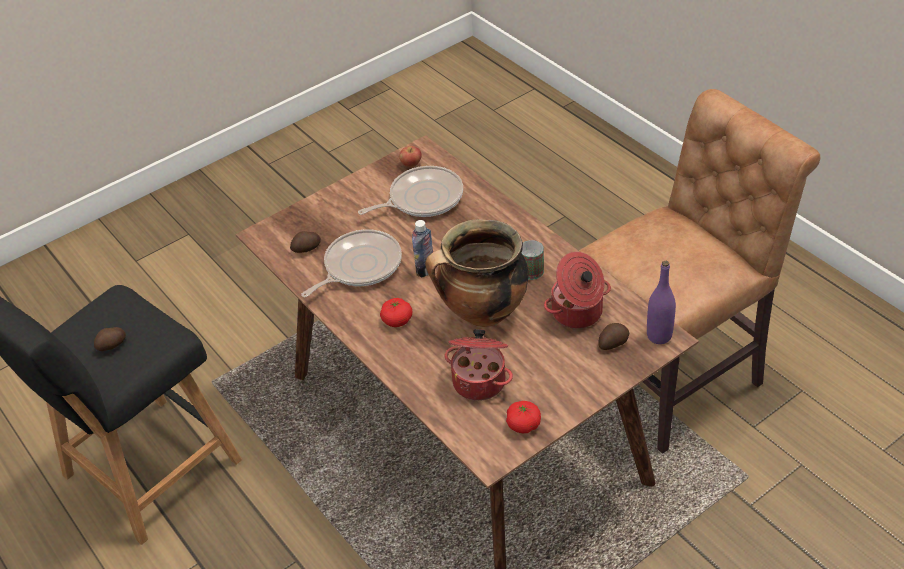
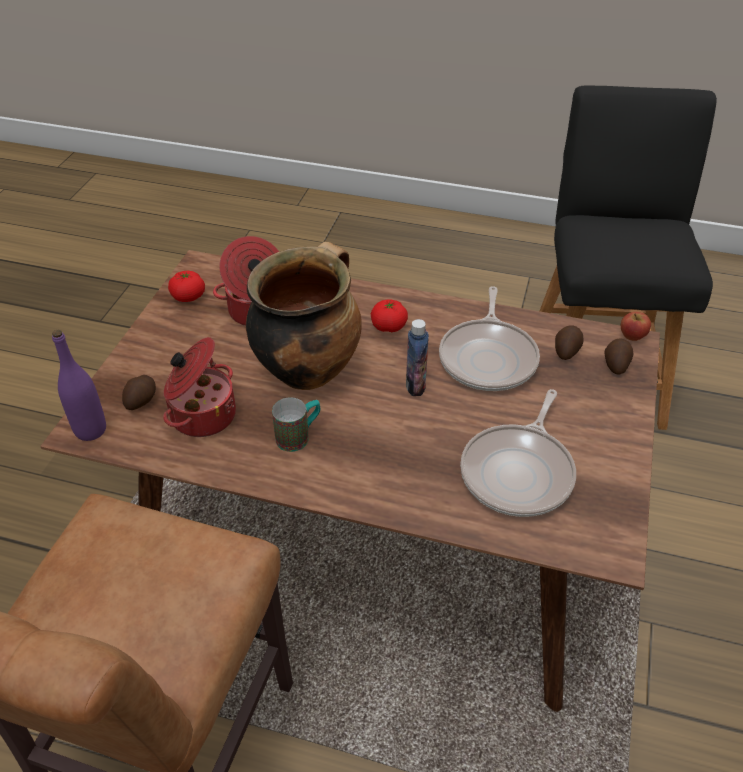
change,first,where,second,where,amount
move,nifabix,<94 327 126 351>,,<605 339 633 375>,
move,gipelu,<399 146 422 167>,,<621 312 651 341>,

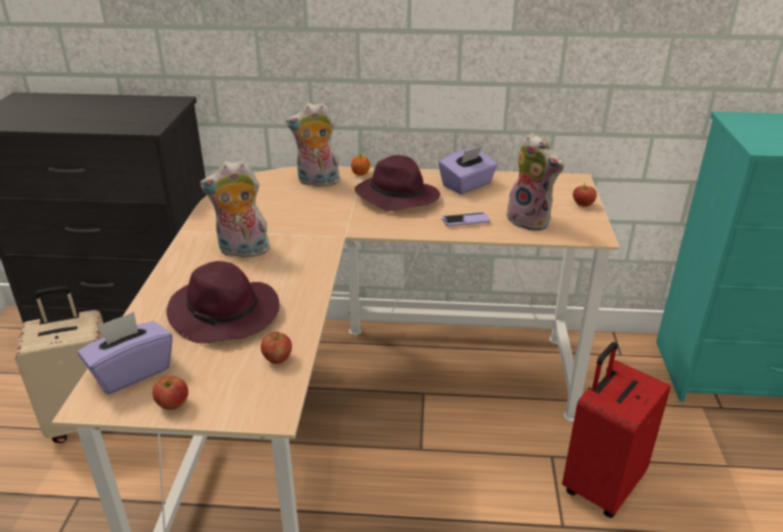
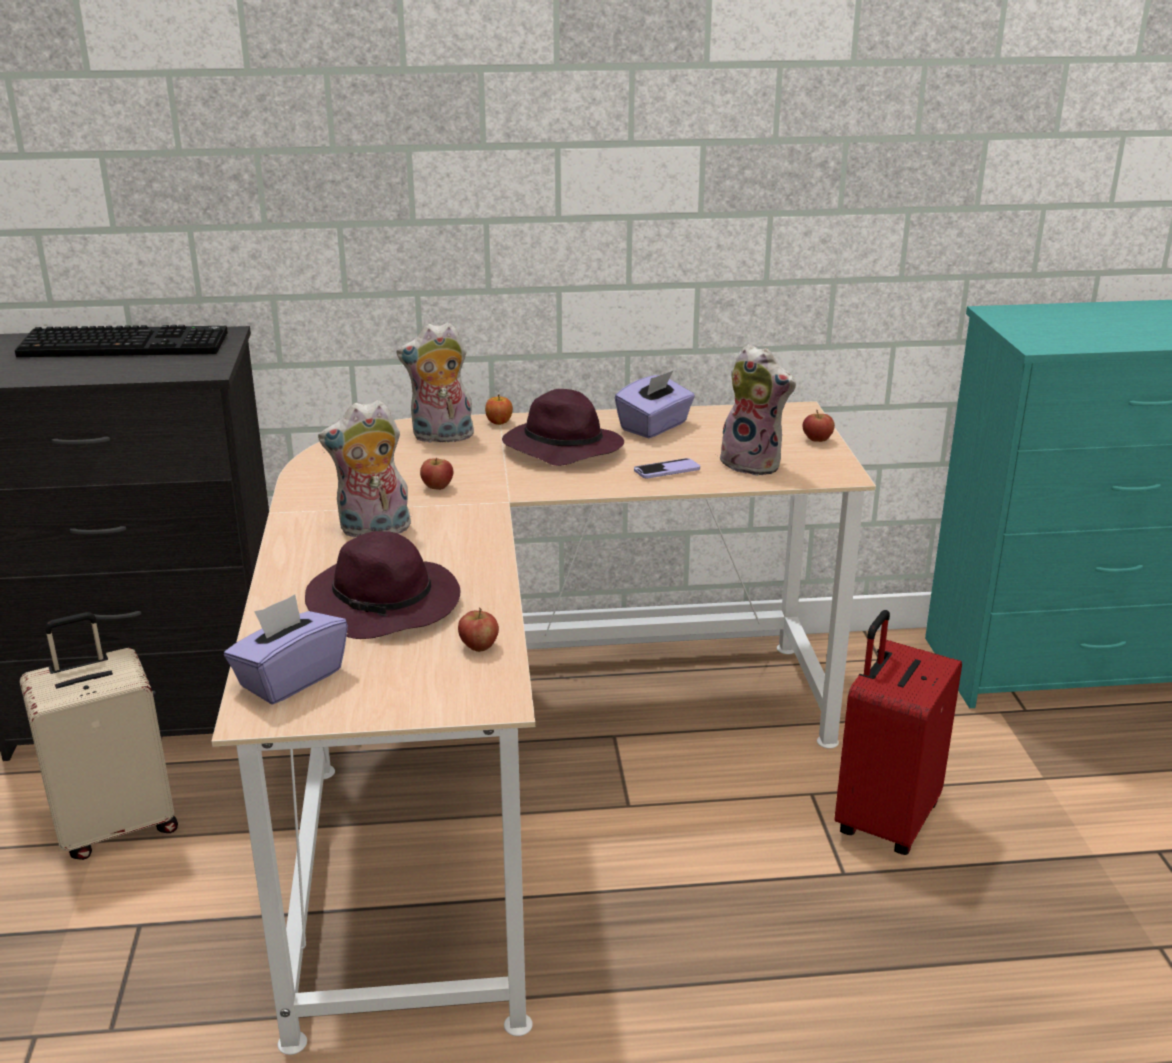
change,first,where,second,where,amount
move,gipelu,<152 376 188 410>,,<420 458 453 490>,
insert,,,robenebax,<15 325 228 357>,

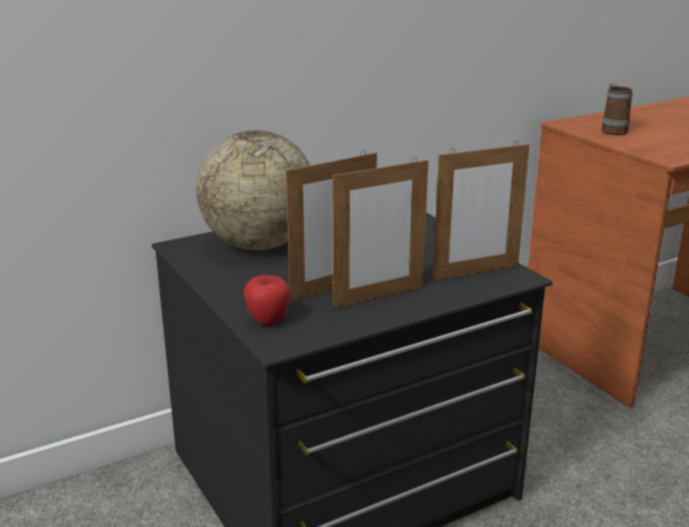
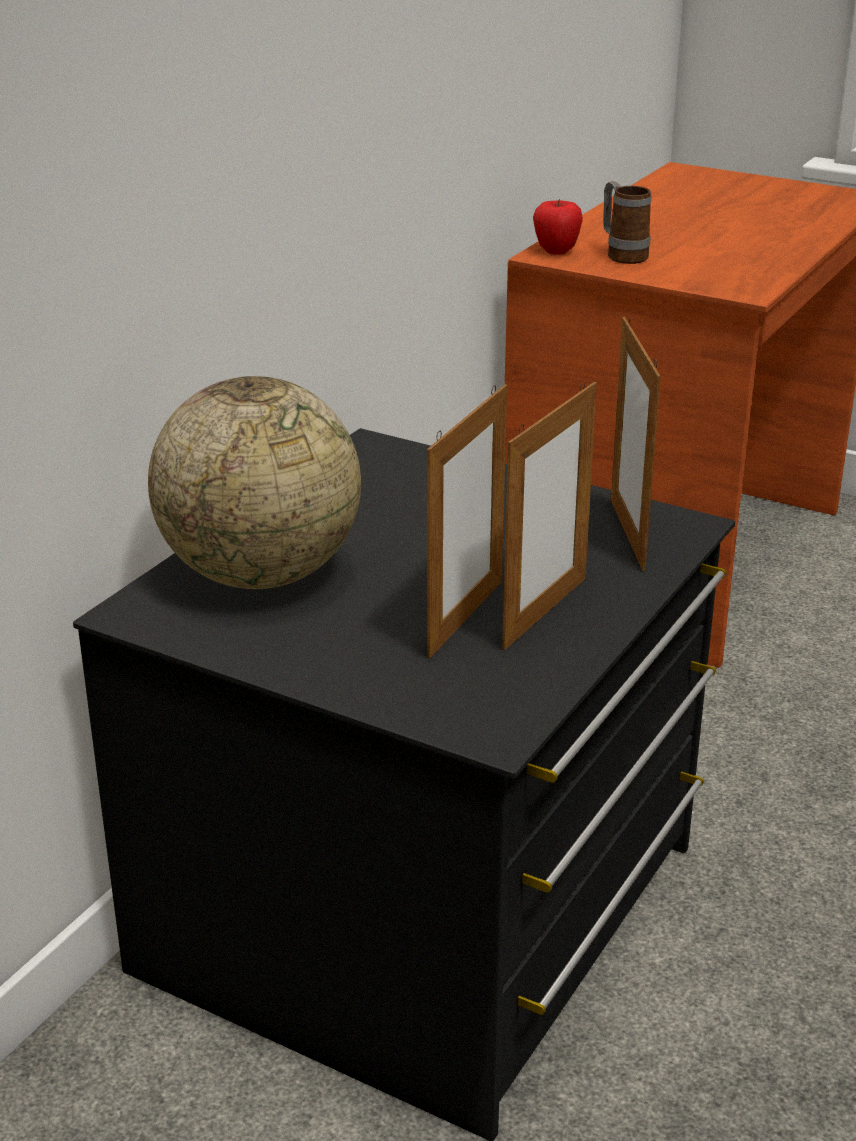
change,first,where,second,where,amount
move,gipelu,<243 275 291 326>,,<533 199 583 255>,
rotate,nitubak,<433 141 529 280>,,<611 317 661 571>,135 degrees clockwise

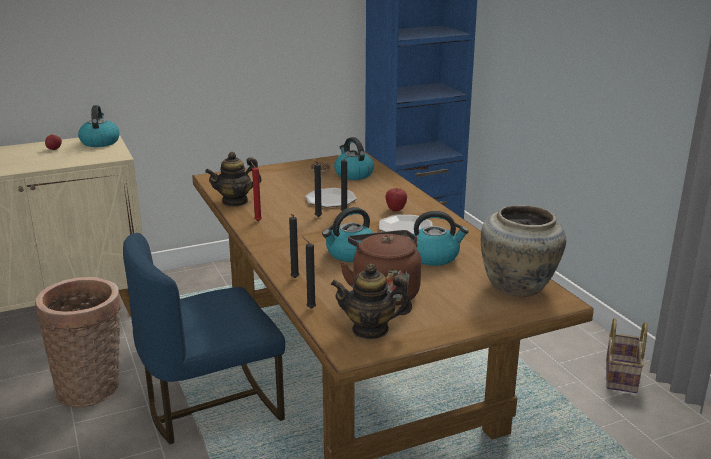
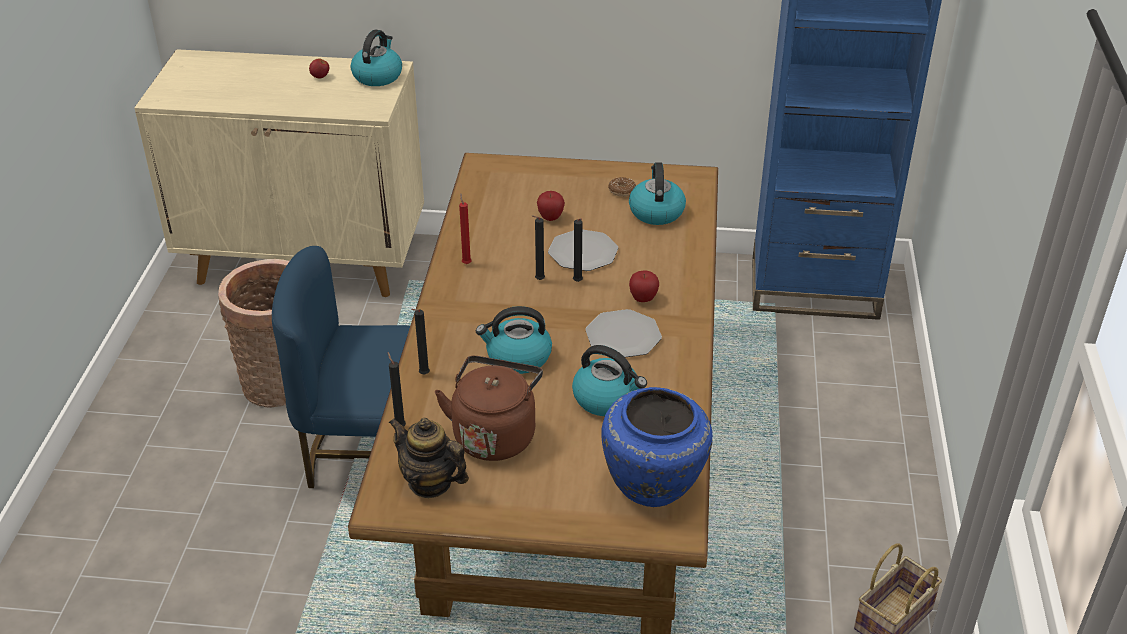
change,first,where,second,where,amount
delete,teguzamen,<205 152 262 206>,,,
recolor,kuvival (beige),<481 205 566 297>,kuvival (blue),<602 387 713 507>,
insert,,,gipelu,<537 191 565 221>,

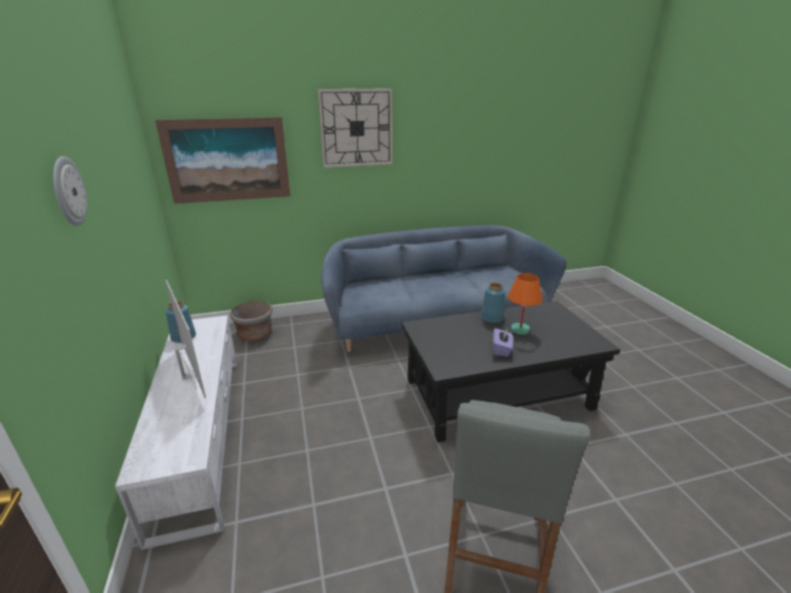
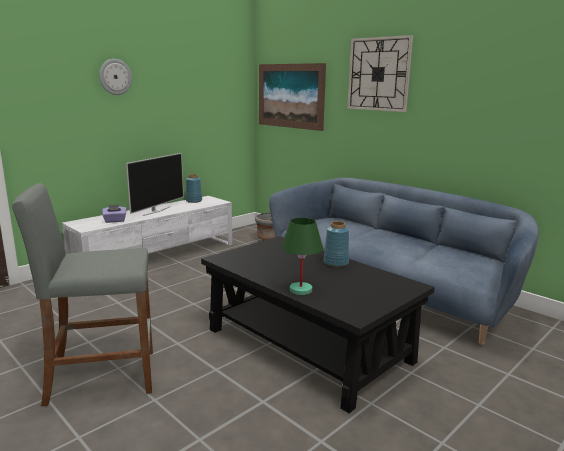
change,first,where,second,where,amount
move,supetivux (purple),<493 328 513 357>,,<102 205 126 223>,
delete,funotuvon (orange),<508 273 543 335>,,,
insert,,,funotuvon (green),<281 218 323 295>,

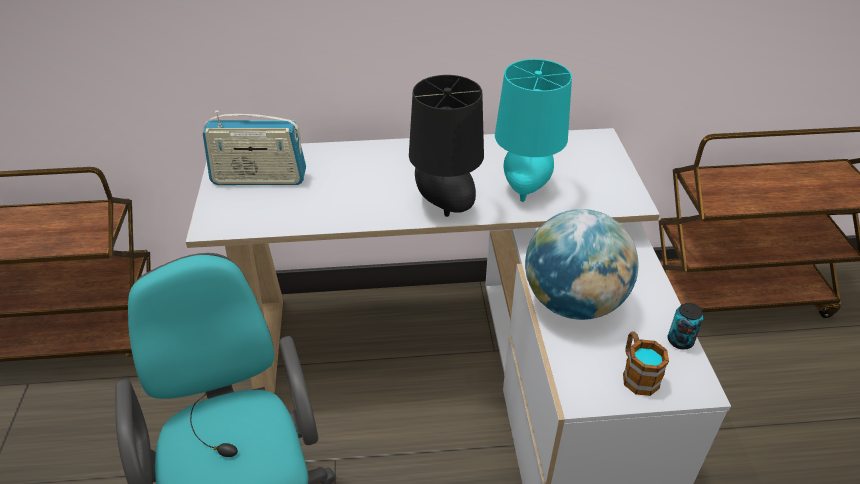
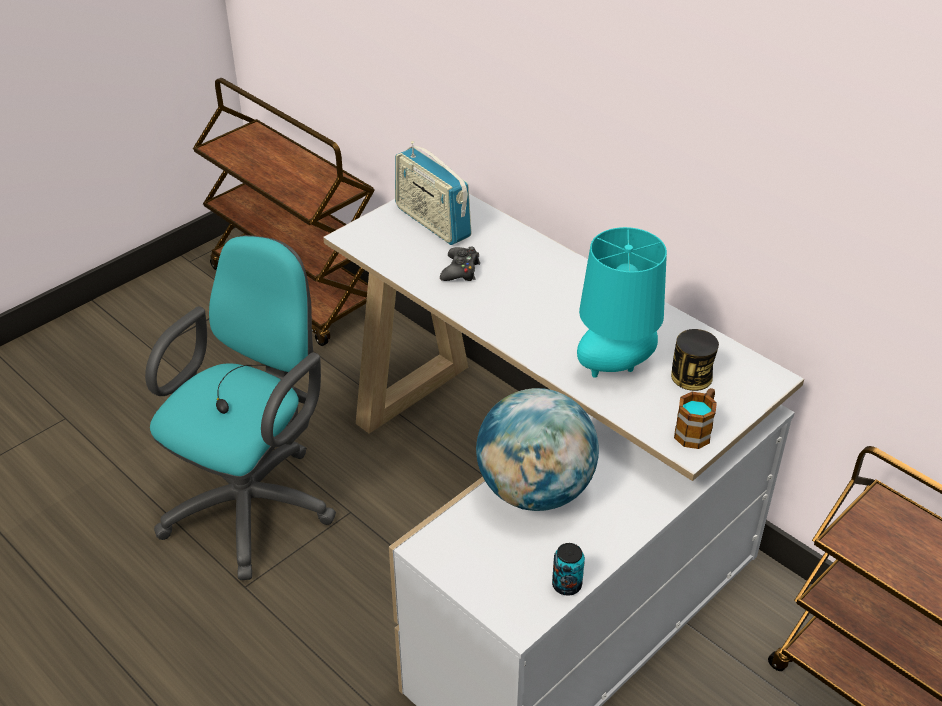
change,first,where,second,where,amount
delete,funotuvon (black),<409 75 484 217>,,,
move,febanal,<623 331 669 396>,,<674 388 717 449>,
insert,,,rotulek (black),<440 246 480 281>,
insert,,,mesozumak,<671 329 719 391>,

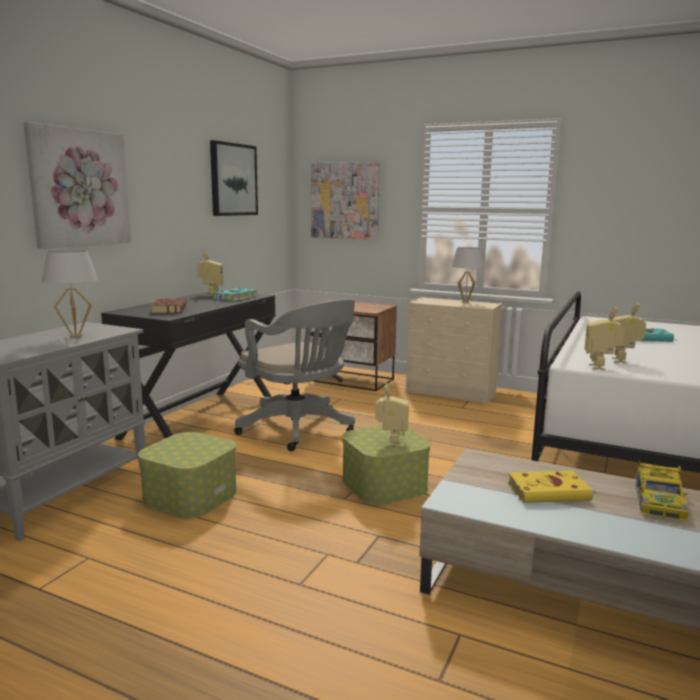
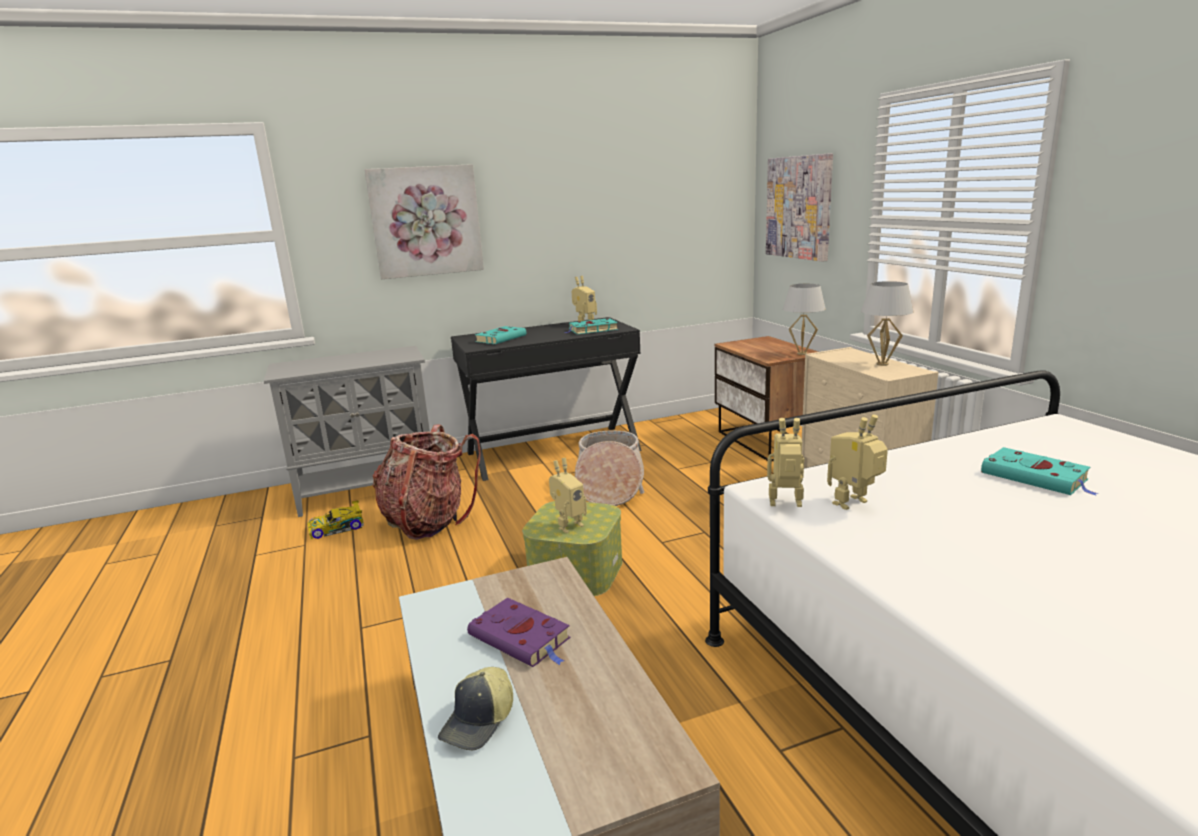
change,first,where,second,where,amount
move,funotuvon (white),<42 250 98 338>,,<783 284 826 355>,
replace,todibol,<138 432 237 519>,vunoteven,<373 424 480 540>,
recolor,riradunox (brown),<150 298 187 313>,riradunox (turquoise),<475 326 526 344>,
delete,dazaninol,<210 140 258 216>,,,
replace,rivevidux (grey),<234 299 355 451>,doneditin,<575 431 645 506>,
recolor,riradunox (yellow),<508 471 598 503>,riradunox (purple),<467 598 570 667>,
rotate,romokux,<584 306 625 370>,,<767 418 804 507>,45 degrees clockwise
move,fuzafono,<636 460 689 521>,,<307 500 364 539>,
insert,,,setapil,<438 667 513 750>,

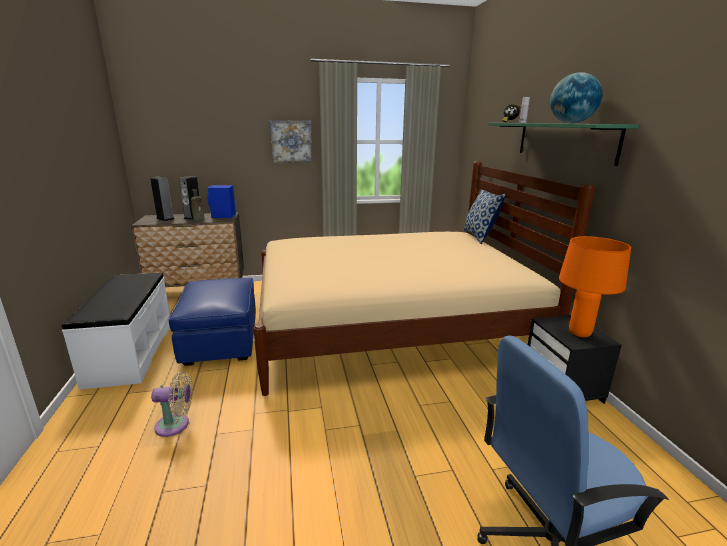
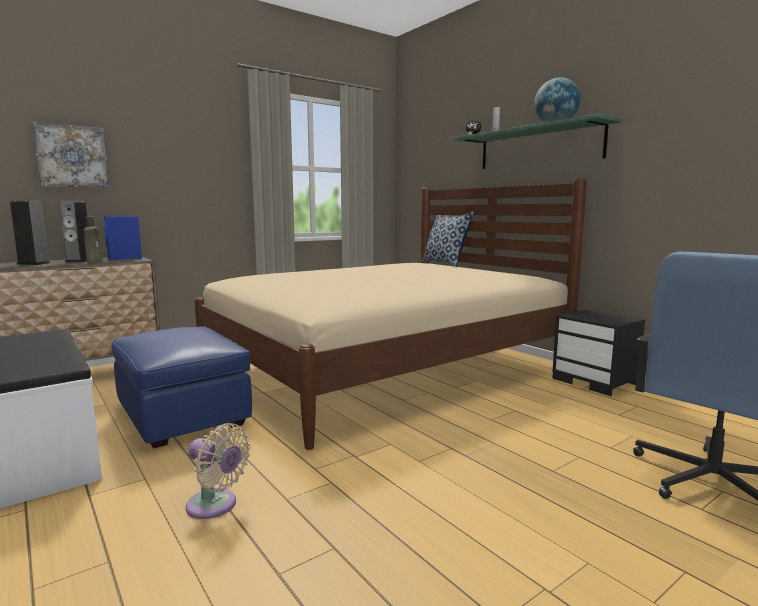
change,first,where,second,where,amount
rotate,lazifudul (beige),<151 372 193 437>,,<186 423 251 519>,60 degrees clockwise
move,dazaninol,<270 120 312 163>,,<32 122 109 188>,
delete,funotuvon (orange),<559 236 631 337>,,,

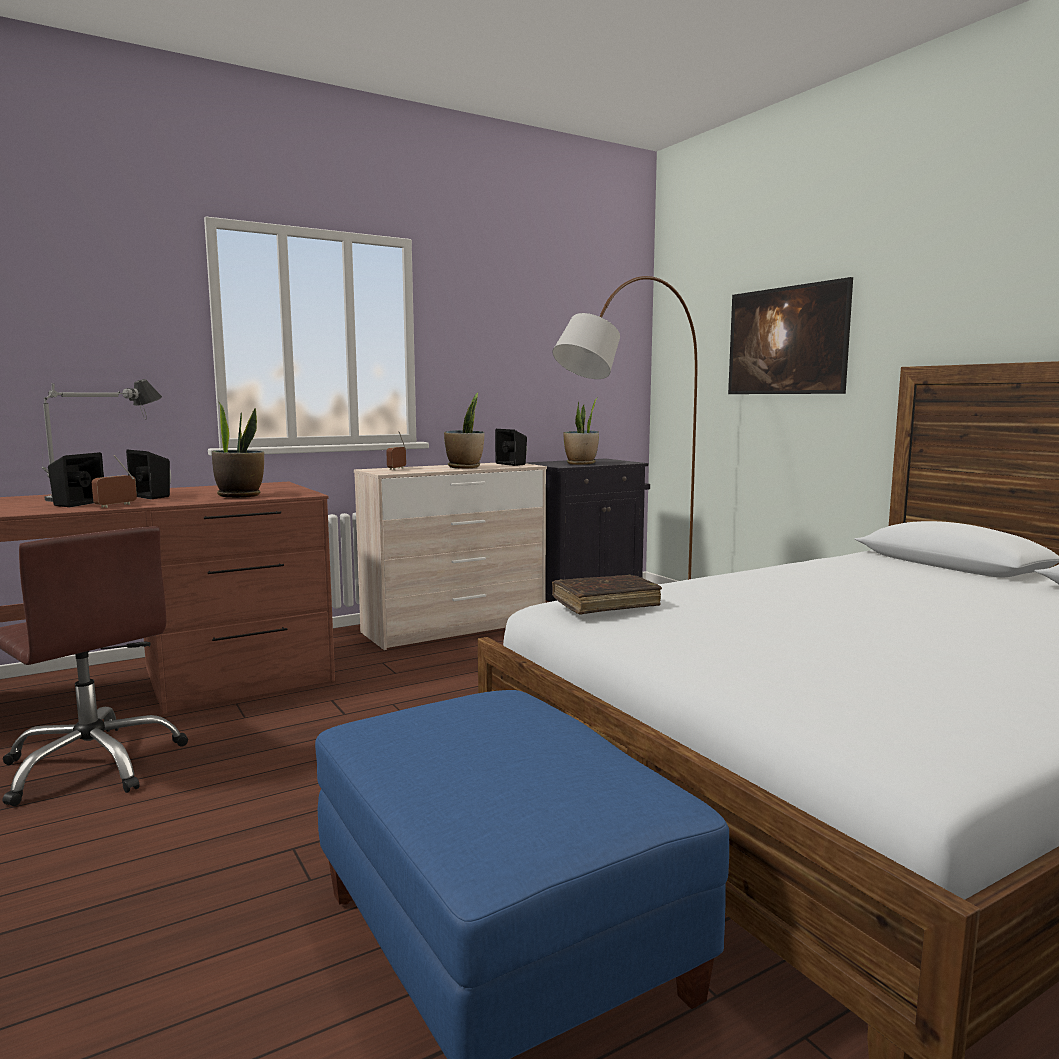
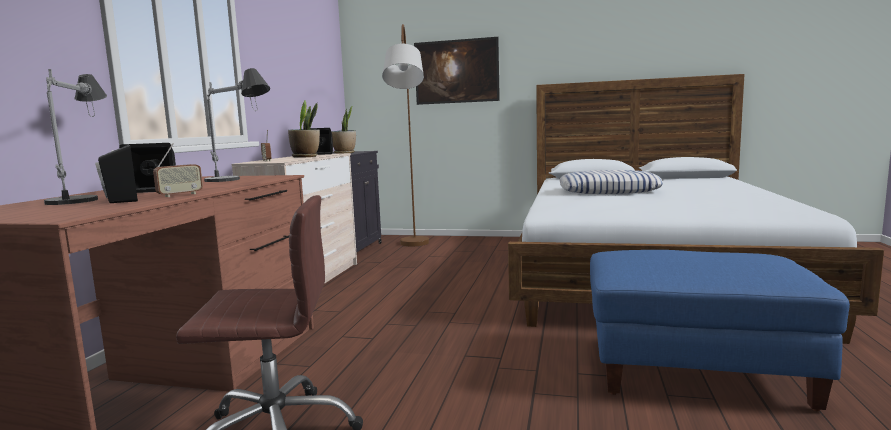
change,first,where,second,where,amount
rotate,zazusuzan,<92 455 137 508>,,<153 143 203 197>,120 degrees counterclockwise
replace,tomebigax,<212 403 264 498>,funotuvon,<204 68 270 182>,
delete,riradunox (brown),<552 575 662 615>,,,
insert,,,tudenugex,<559 170 663 194>,

